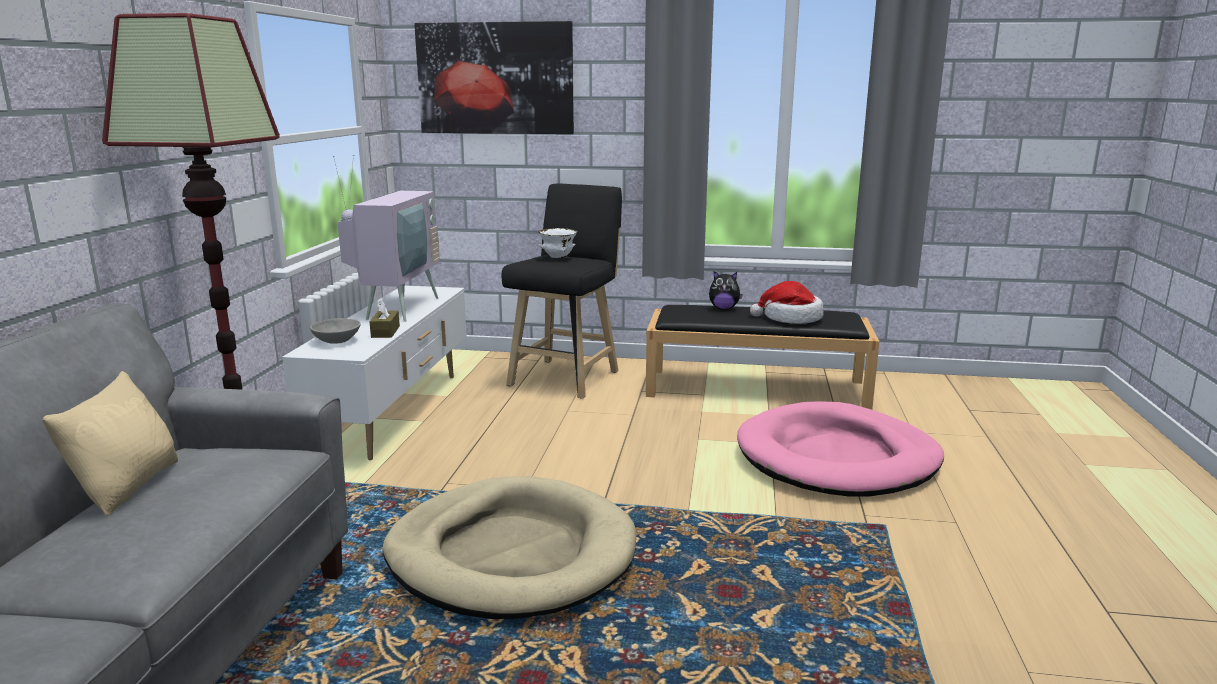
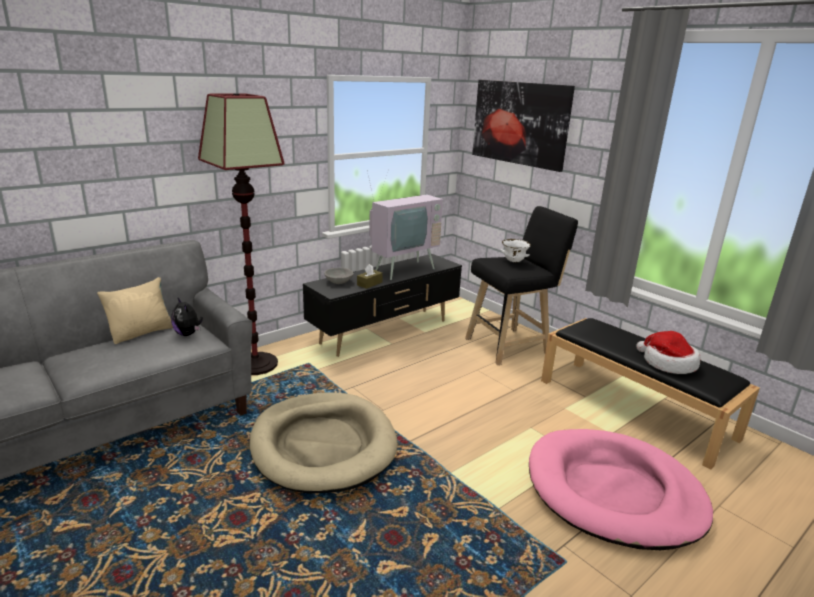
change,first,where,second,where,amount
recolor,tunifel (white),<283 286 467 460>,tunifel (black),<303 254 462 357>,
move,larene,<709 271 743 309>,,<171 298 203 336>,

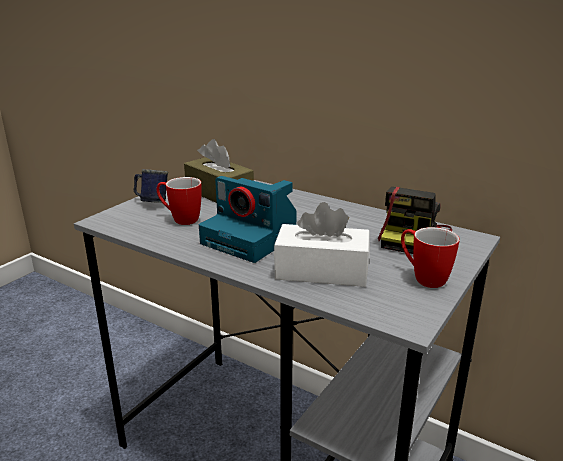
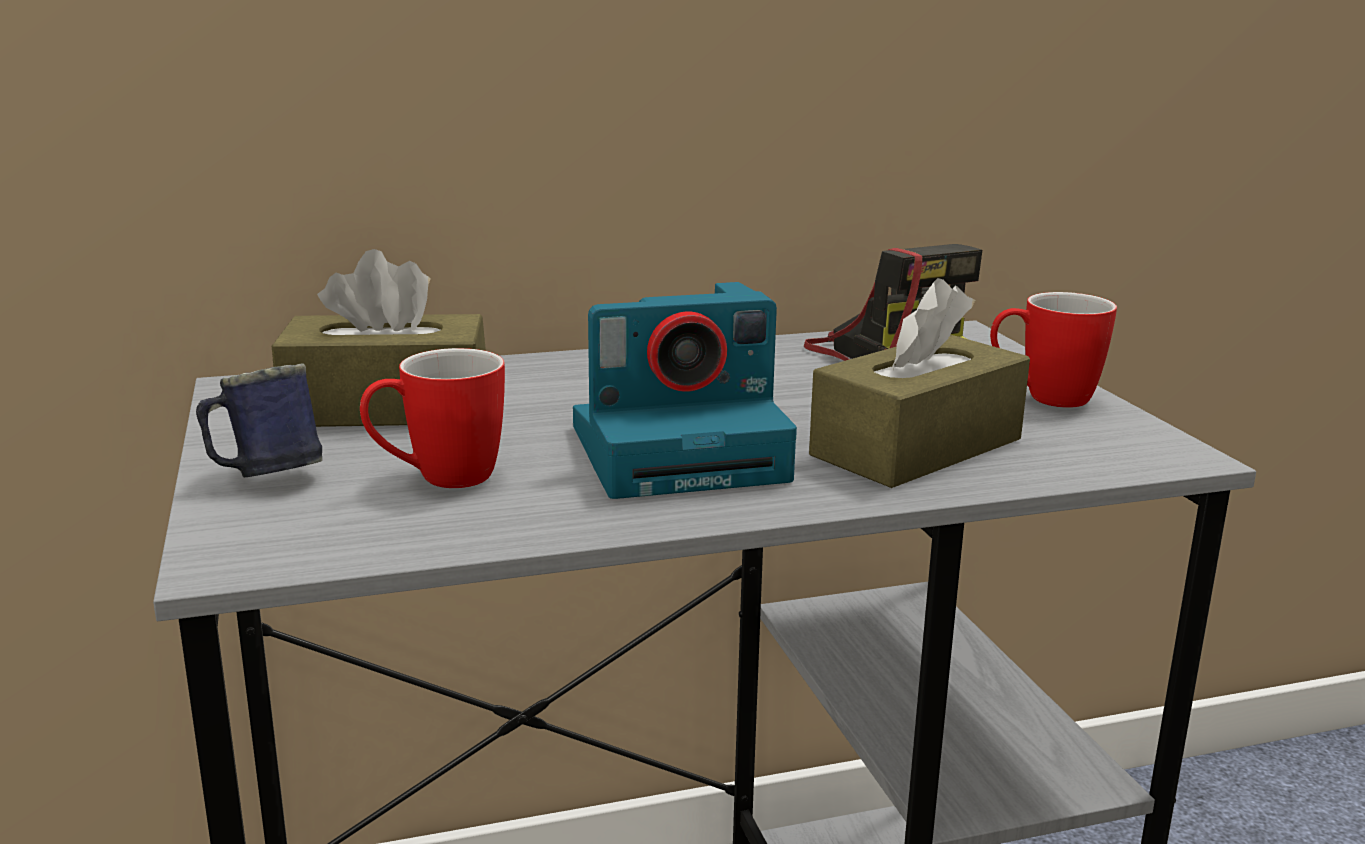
change,first,where,second,where,amount
recolor,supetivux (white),<274 202 370 287>,supetivux (brown),<809 278 1030 488>,

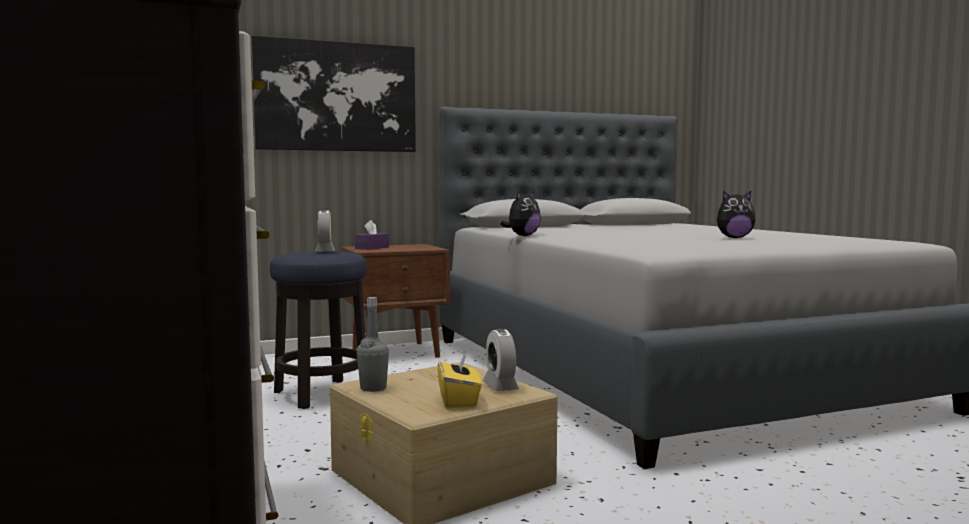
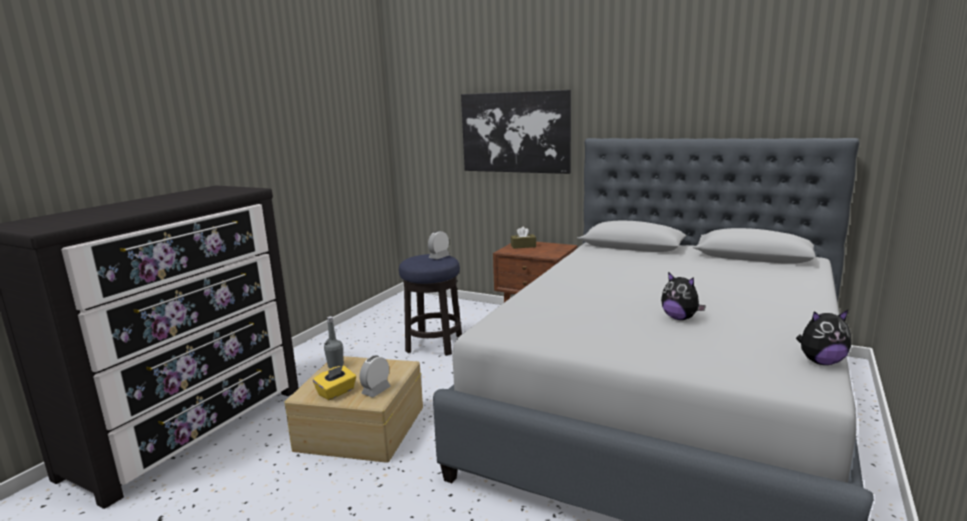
change,first,where,second,where,amount
recolor,supetivux (purple),<355 220 389 250>,supetivux (brown),<511 227 536 249>,
move,larene,<500 191 541 236>,,<796 310 851 365>,

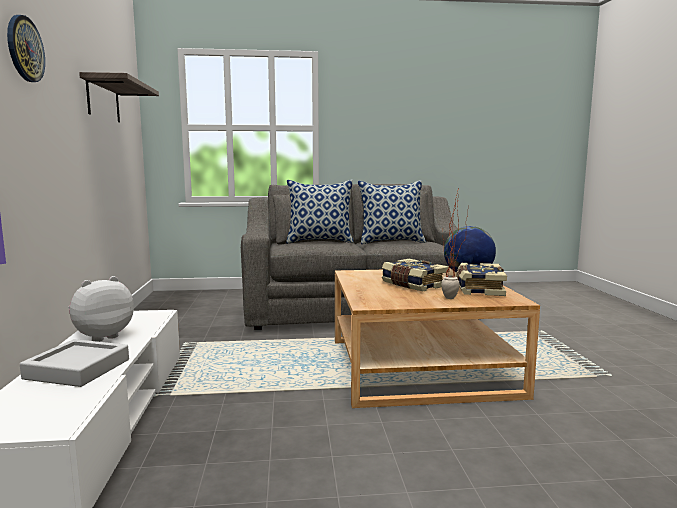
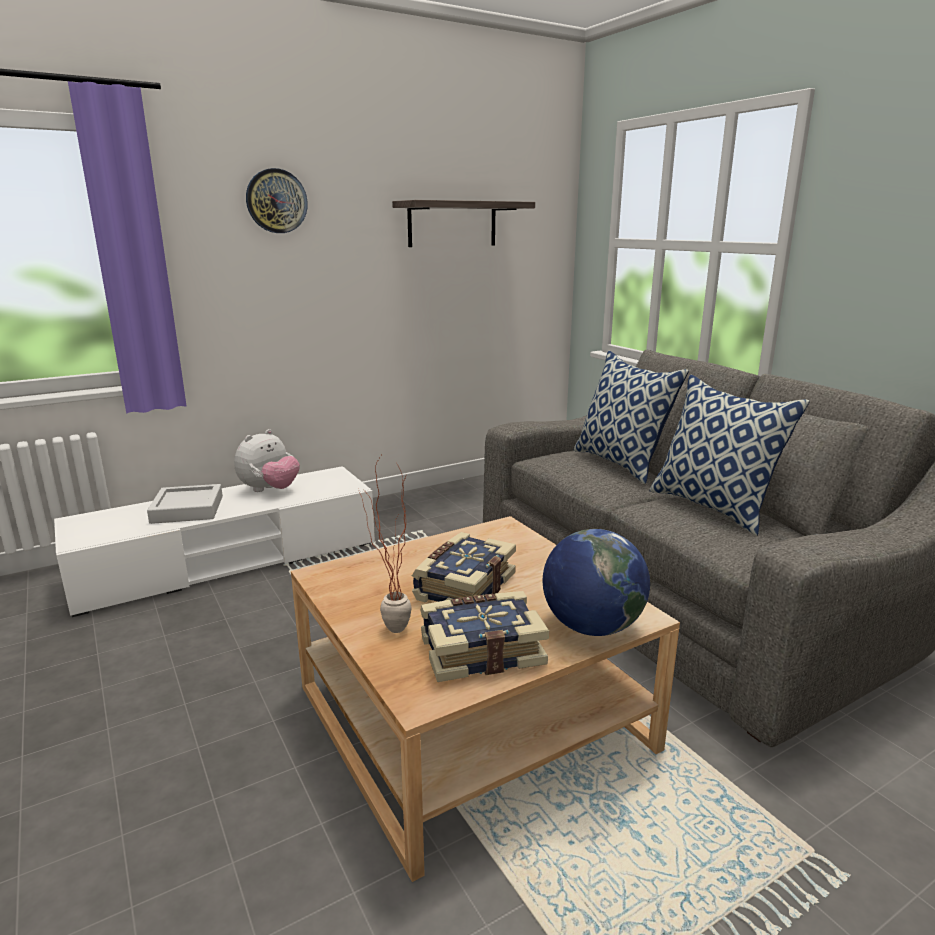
change,first,where,second,where,amount
rotate,larene,<68 276 134 342>,,<234 429 300 492>,105 degrees clockwise

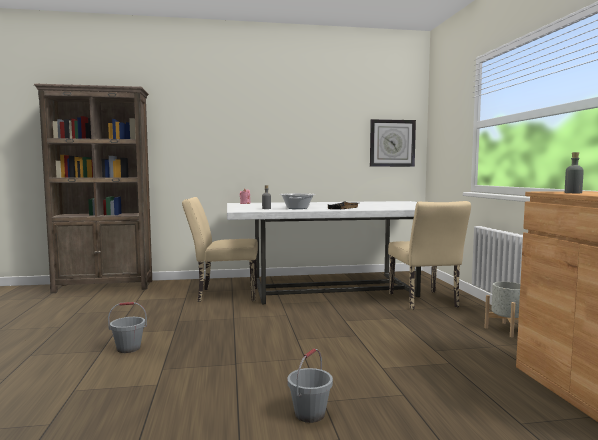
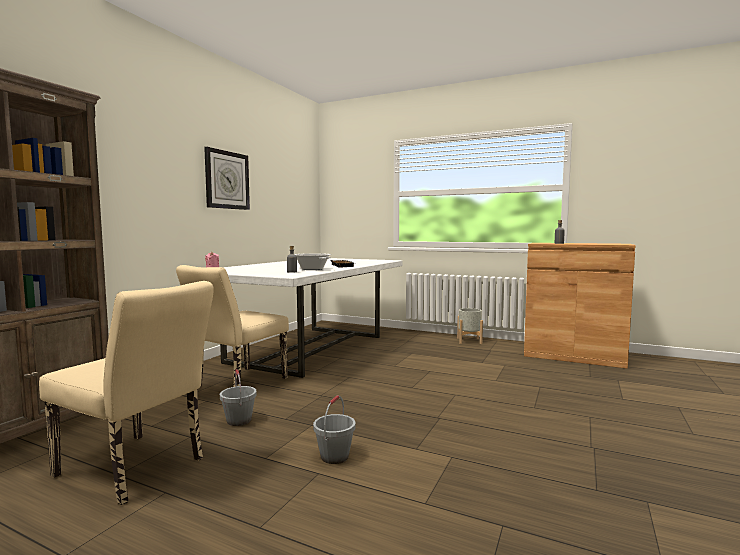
change,first,where,second,where,amount
move,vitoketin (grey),<287 348 333 423>,,<220 369 257 426>,
move,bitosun,<370 119 416 167>,,<204 147 250 210>,
move,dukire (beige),<388 201 471 310>,,<39 281 214 505>,

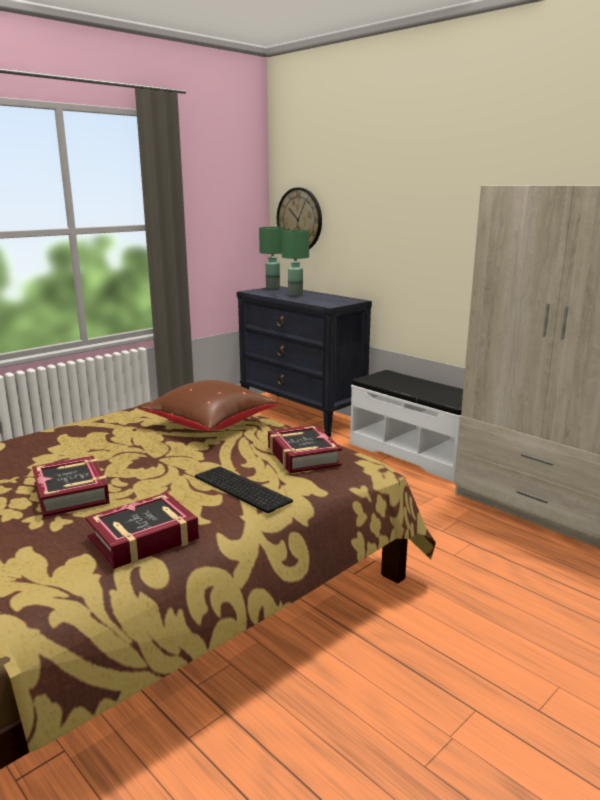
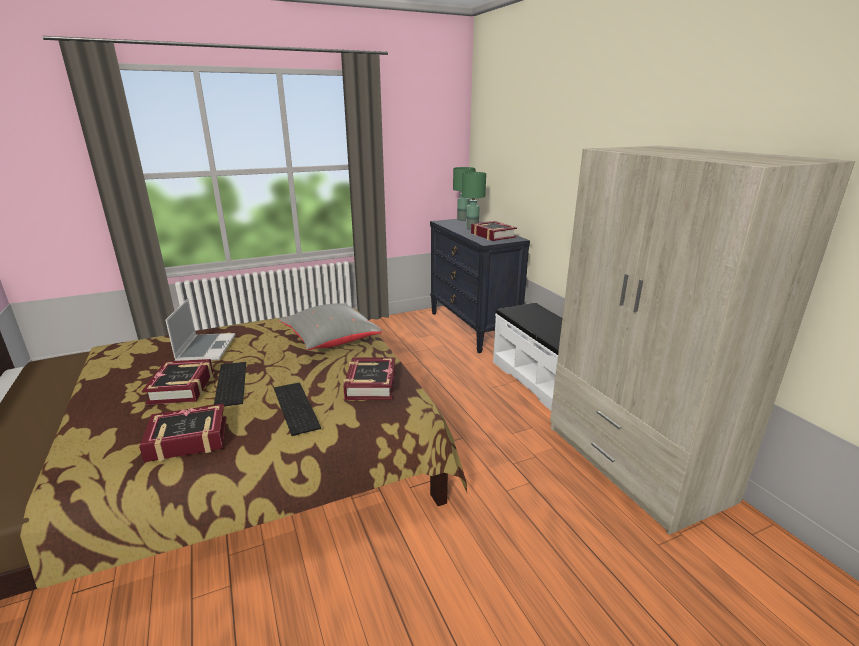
change,first,where,second,where,amount
recolor,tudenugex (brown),<137 380 278 431>,tudenugex (grey),<278 303 382 350>,
delete,bitosun,<277 188 322 249>,,,
insert,,,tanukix,<166 299 235 361>,
insert,,,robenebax,<214 362 246 406>,
insert,,,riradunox,<471 221 517 241>,

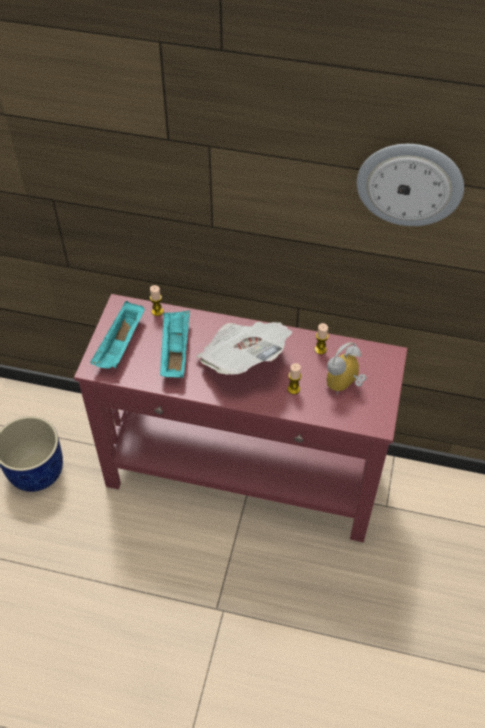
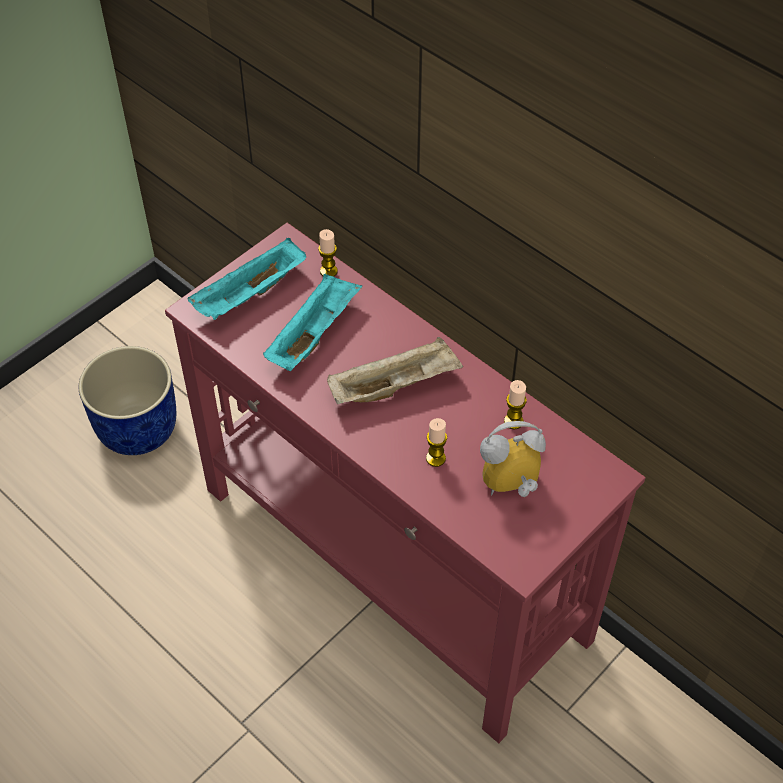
change,first,where,second,where,amount
replace,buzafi,<196 321 292 375>,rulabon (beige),<327 337 463 404>,
delete,bitosun,<357 144 464 226>,,,

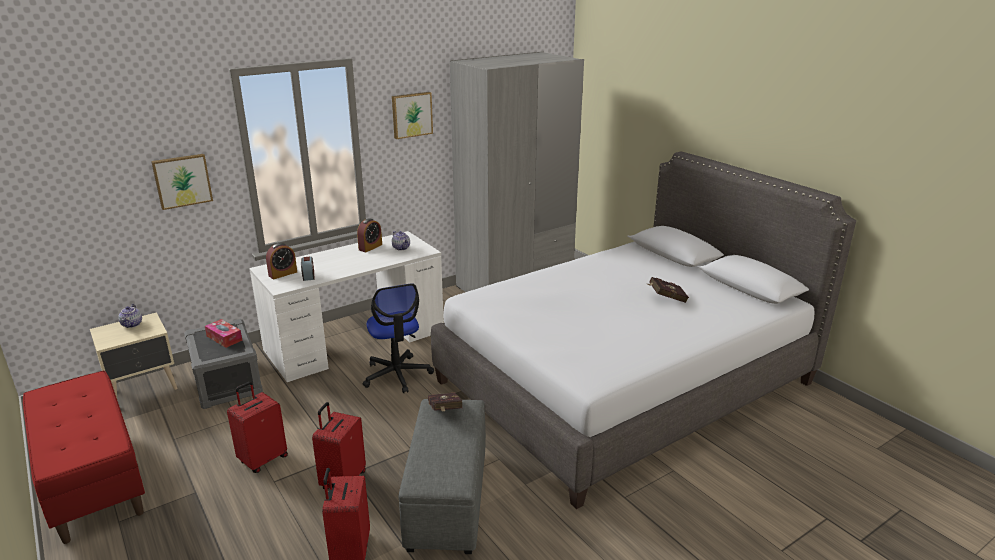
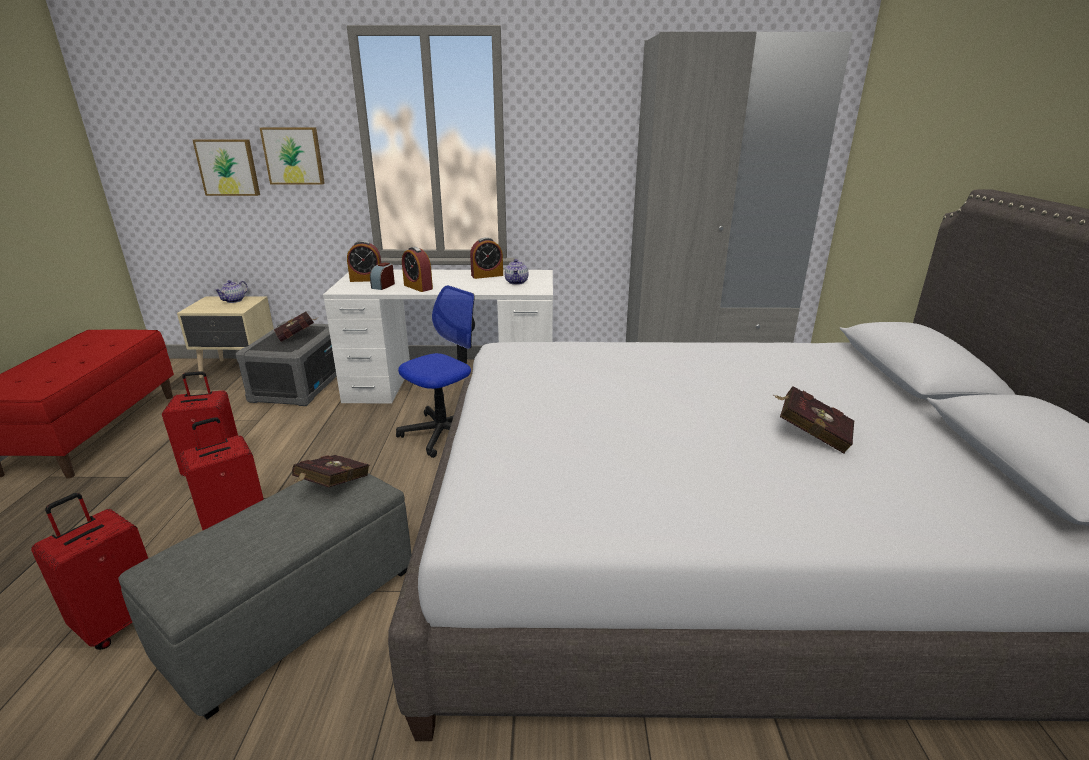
change,first,where,second,where,amount
replace,supetivux,<205 319 243 348>,riradunox (red),<274 312 319 342>,
rotate,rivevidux,<363 283 434 393>,,<396 285 475 458>,150 degrees counterclockwise
move,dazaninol,<392 92 433 139>,,<193 139 260 196>,
insert,,,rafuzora,<402 247 433 292>,

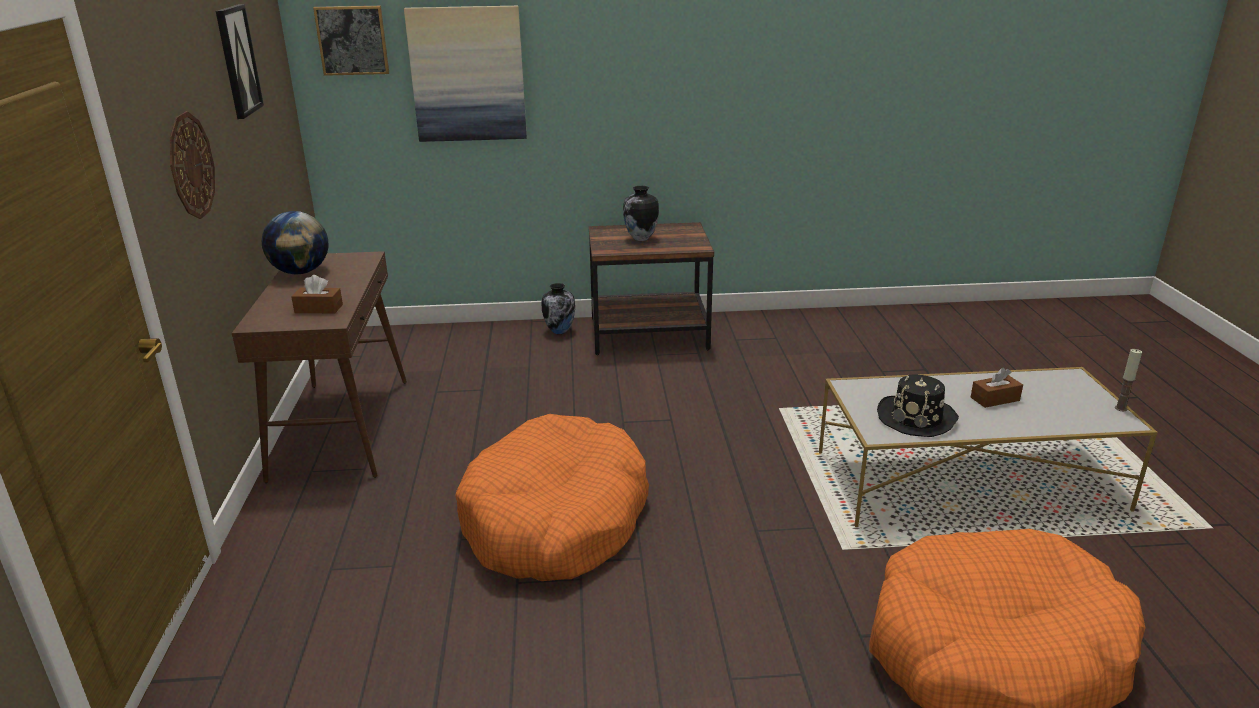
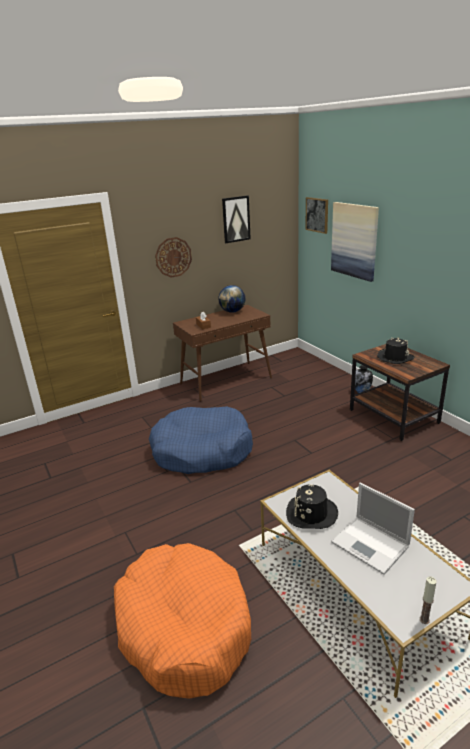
change,first,where,second,where,amount
recolor,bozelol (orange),<455 414 649 581>,bozelol (blue),<149 407 253 474>,
replace,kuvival,<623 186 659 241>,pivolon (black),<377 337 414 364>,
replace,supetivux (brown),<971 367 1023 408>,tanukix,<331 482 415 575>,

